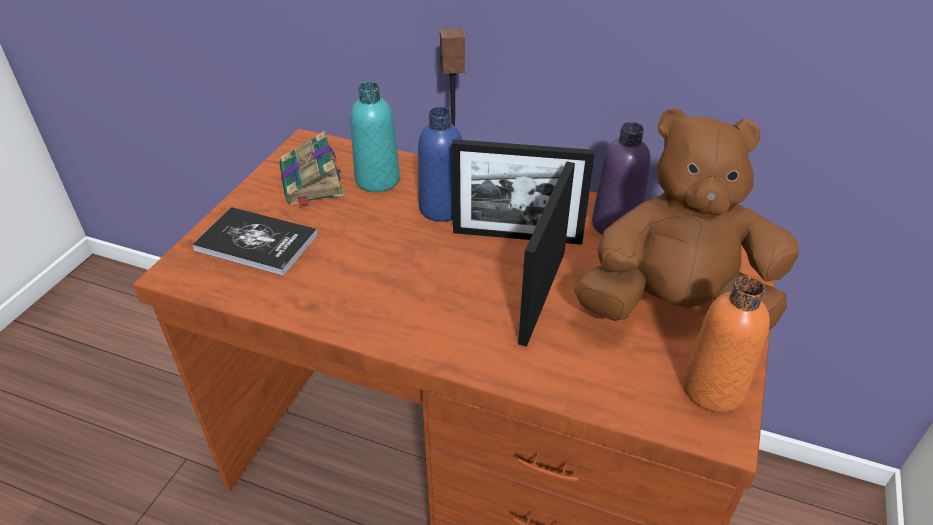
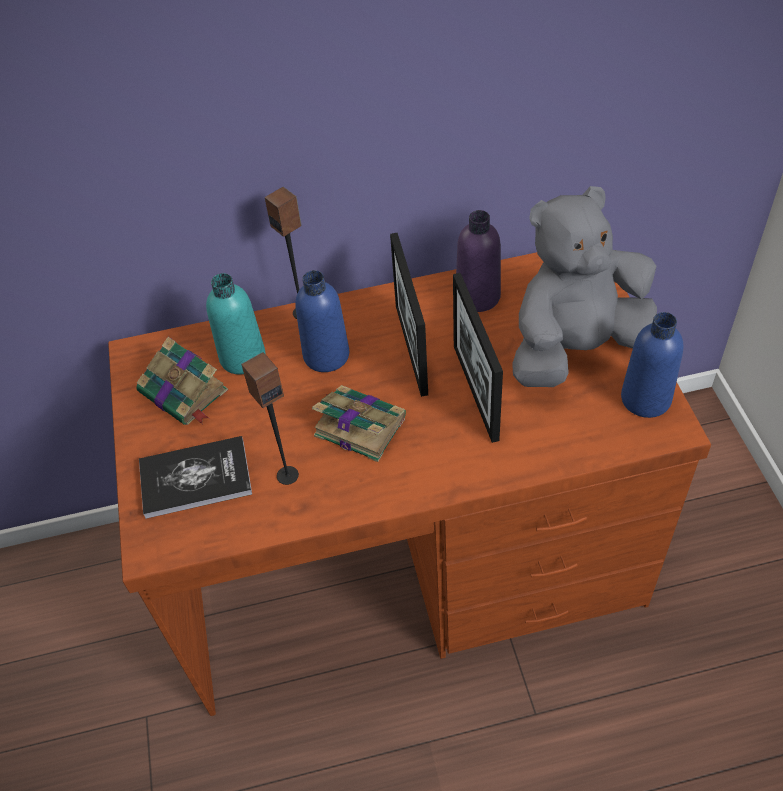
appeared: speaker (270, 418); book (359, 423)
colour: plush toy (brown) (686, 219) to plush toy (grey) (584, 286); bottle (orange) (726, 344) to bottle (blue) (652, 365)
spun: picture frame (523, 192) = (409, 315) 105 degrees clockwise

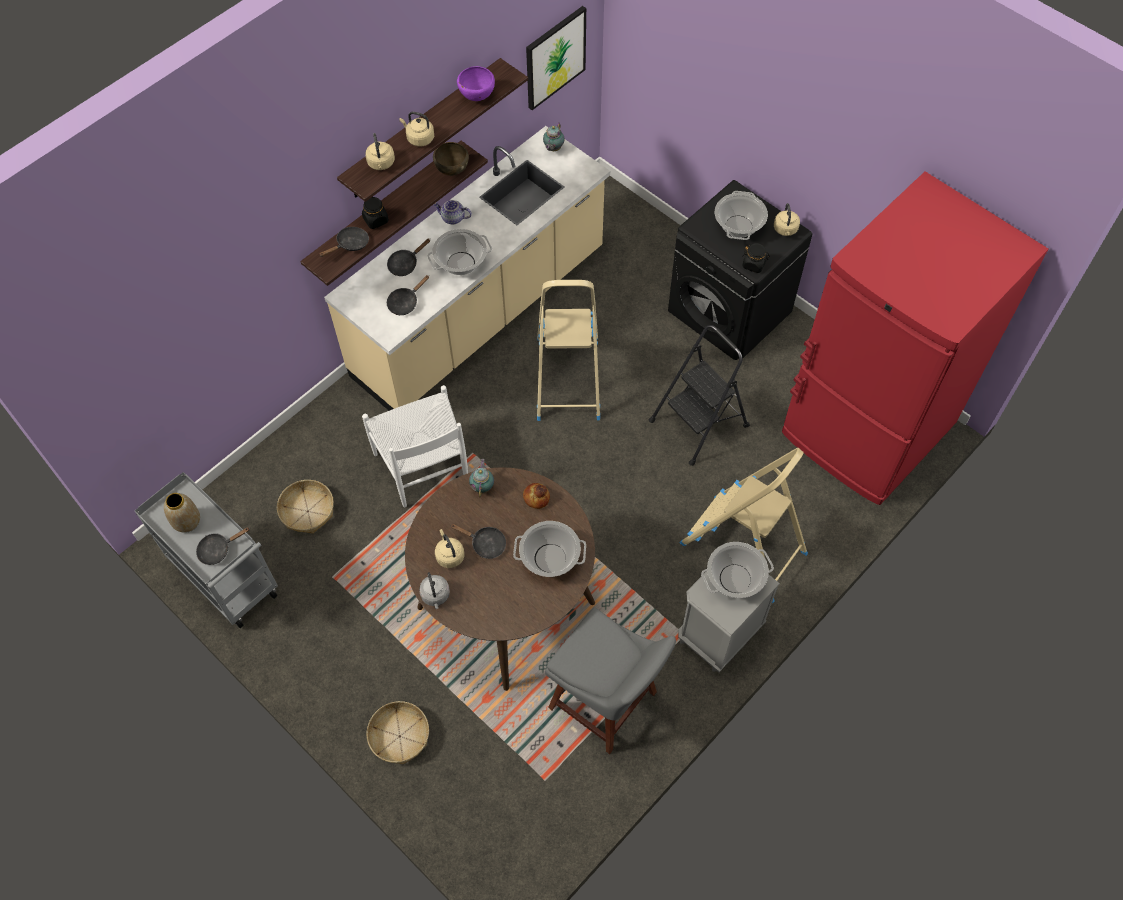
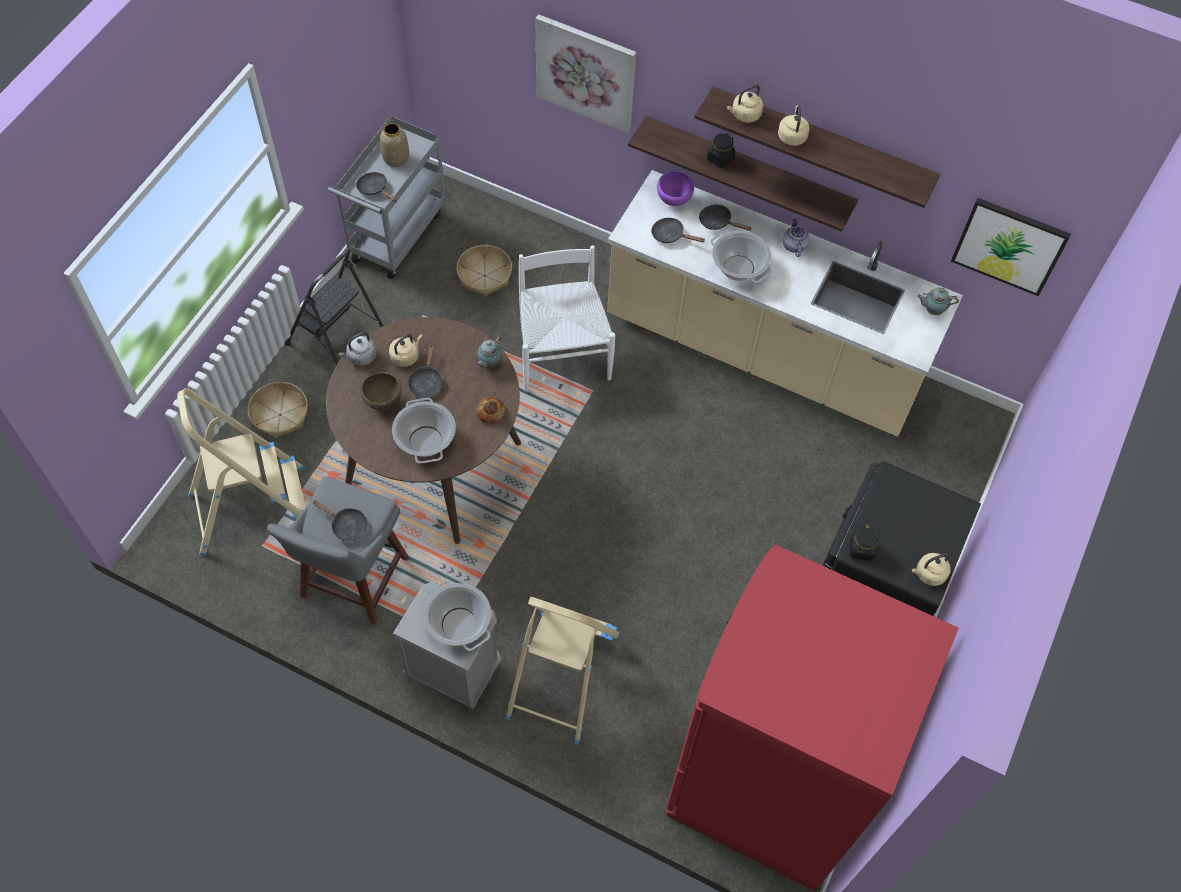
missing: cooking pot (741, 215)
appeared: picture (586, 73)
relocated: frying pan (black) (344, 242) to (340, 521); bowl (brown) (451, 159) to (381, 391); bowl (purple) (476, 83) to (675, 188); step ladder (beige) (568, 350) to (241, 472); step ladder (black) (699, 395) to (334, 307)
spun: chair (white) (415, 446) = (567, 318) 120 degrees clockwise; teapot (481, 478) = (489, 352) 135 degrees clockwise

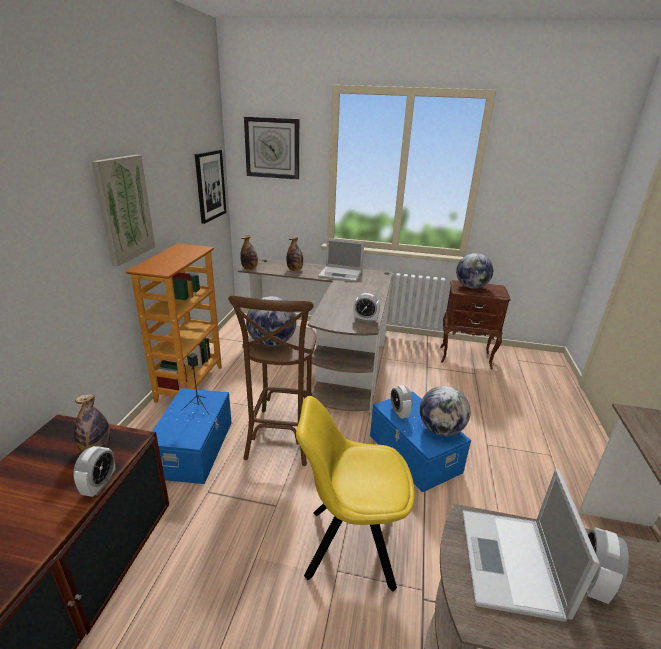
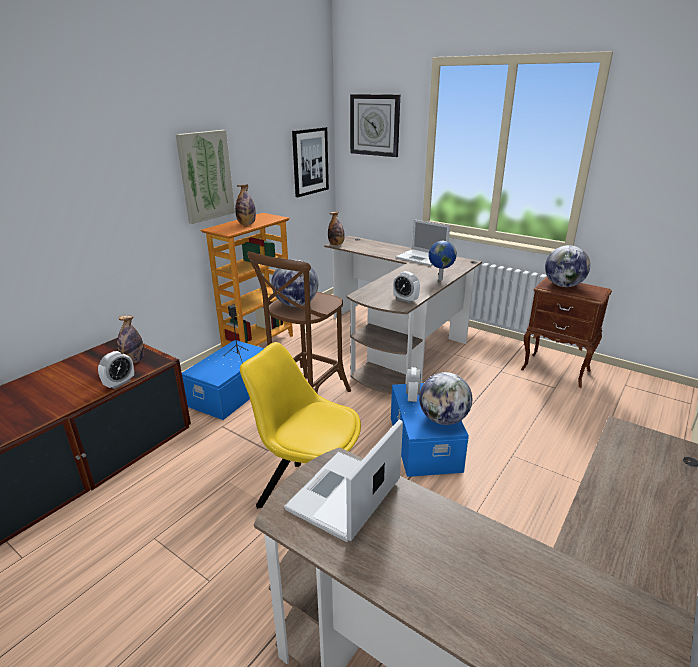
missing: alarm clock (607, 565)
appeared: globe (442, 261)
relocated: bottle (294, 254) to (245, 204)

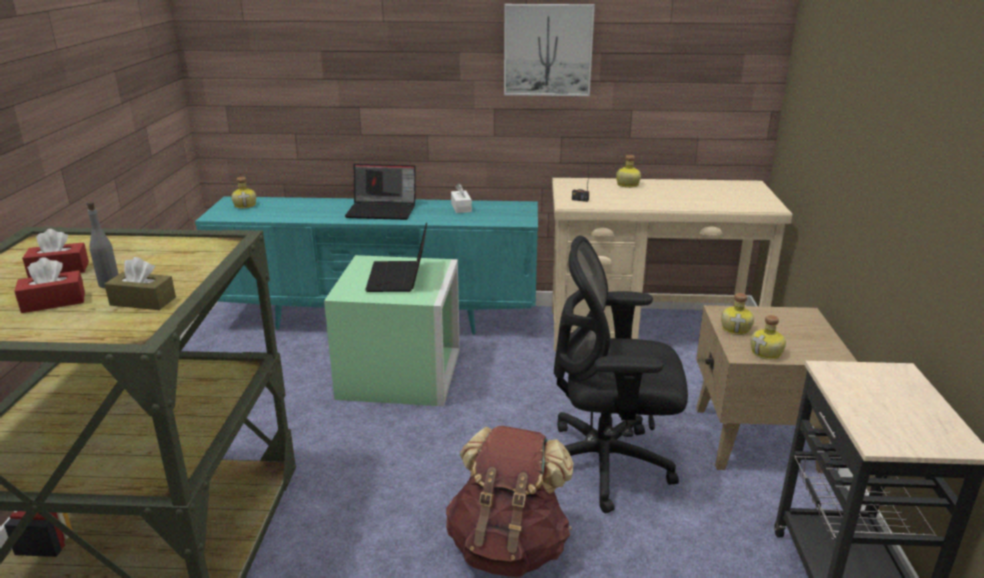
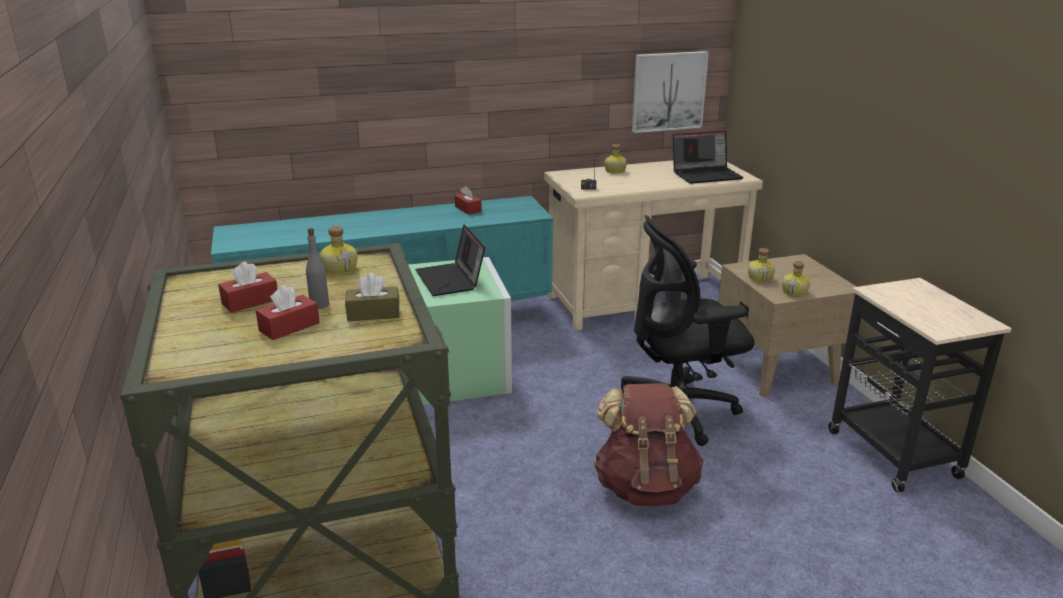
relocated: bottle (243, 192) to (338, 250); laptop (380, 192) to (708, 157); picture (549, 50) to (670, 92)
colour: tissue box (white) (461, 198) to tissue box (red) (468, 200)

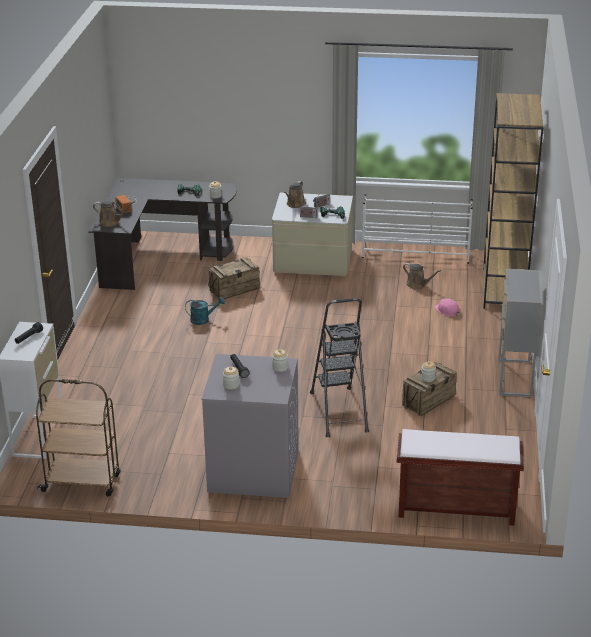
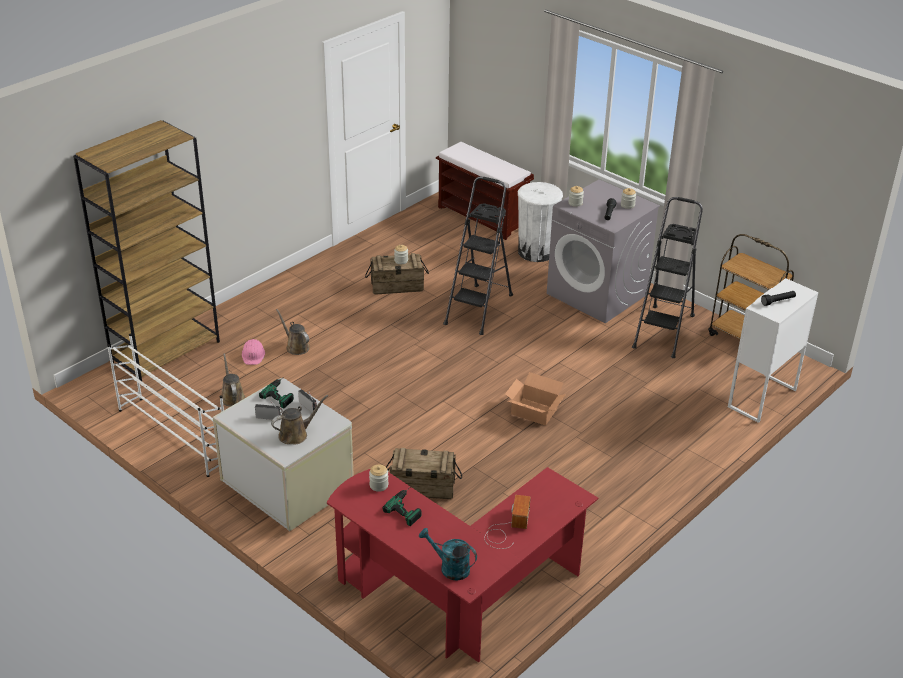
missing: cabinet (grey) (520, 333)
appeared: cardboard box (535, 399); trash can (white) (540, 222); step ladder (667, 277)
relocated: watering can (brown) (113, 214) to (293, 332); watering can (turquoise) (205, 311) to (448, 554)
colour: desk (black) (162, 234) to desk (red) (462, 565)

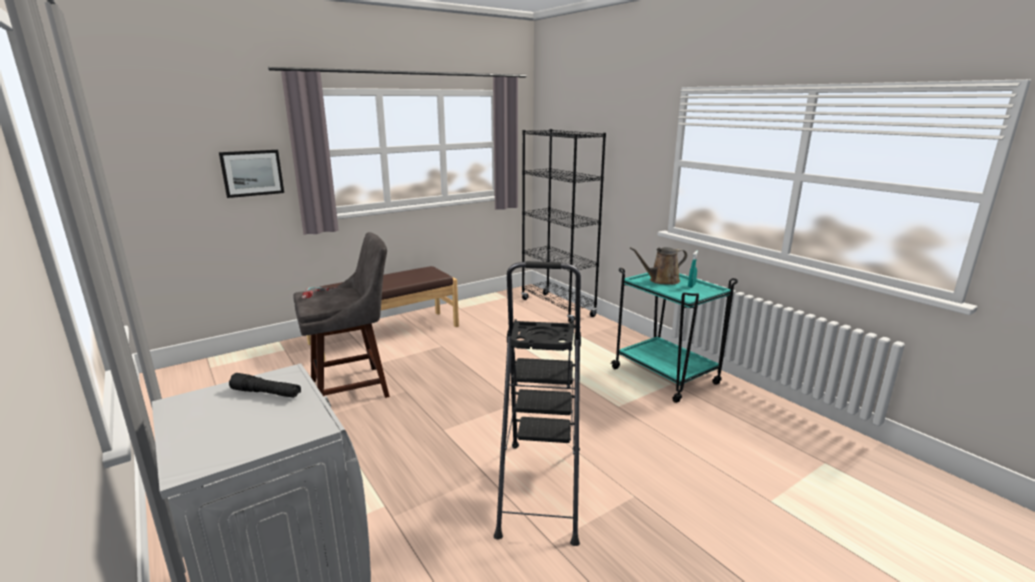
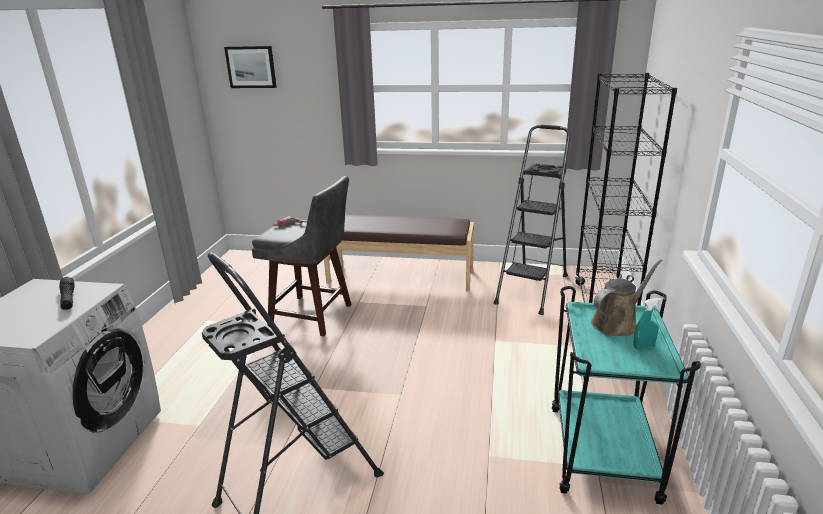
appeared: step ladder (531, 220)
relocated: picture (251, 174) to (250, 67)
spun: watering can (brown) (658, 266) = (626, 297) 120 degrees clockwise

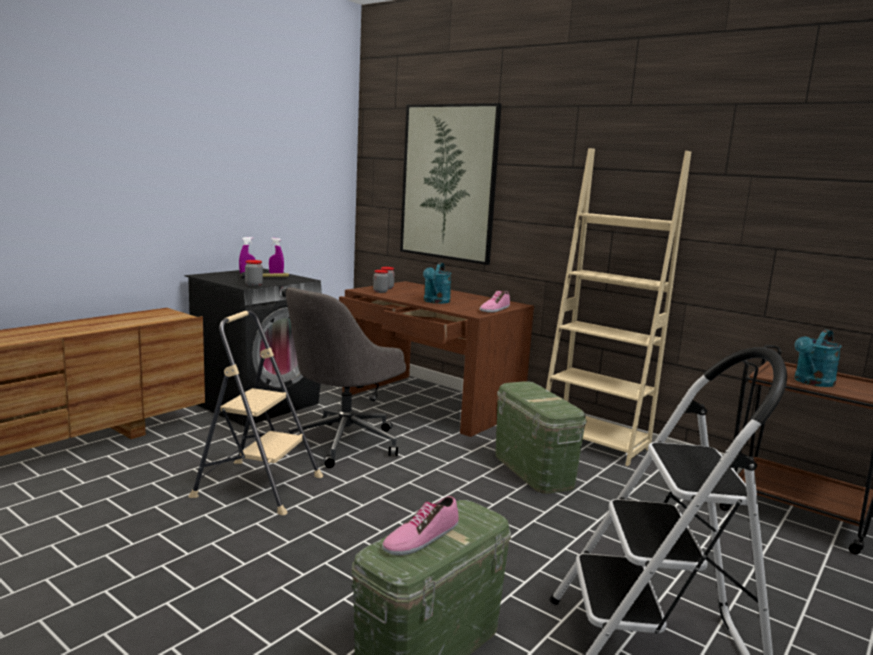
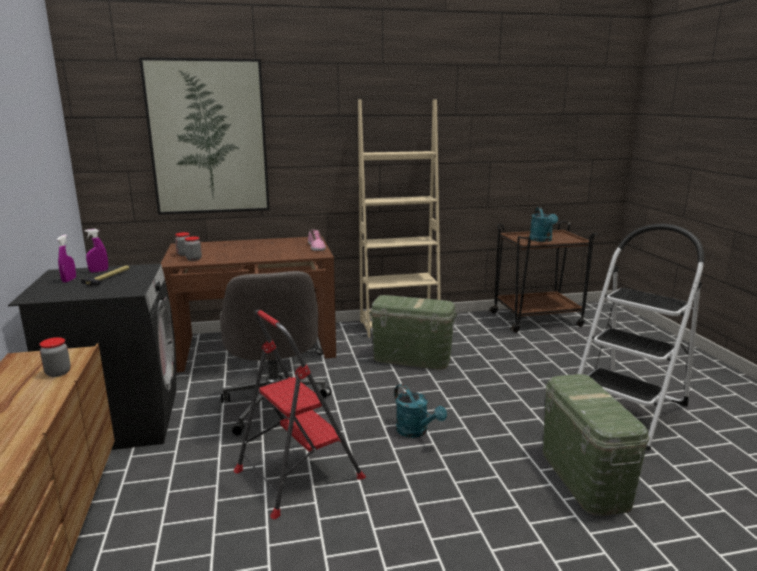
missing: shoe (420, 526)
relocated: jar (254, 273) to (55, 357); watering can (turquoise) (437, 283) to (420, 411)
colour: step ladder (beige) (255, 413) to step ladder (red) (300, 414)

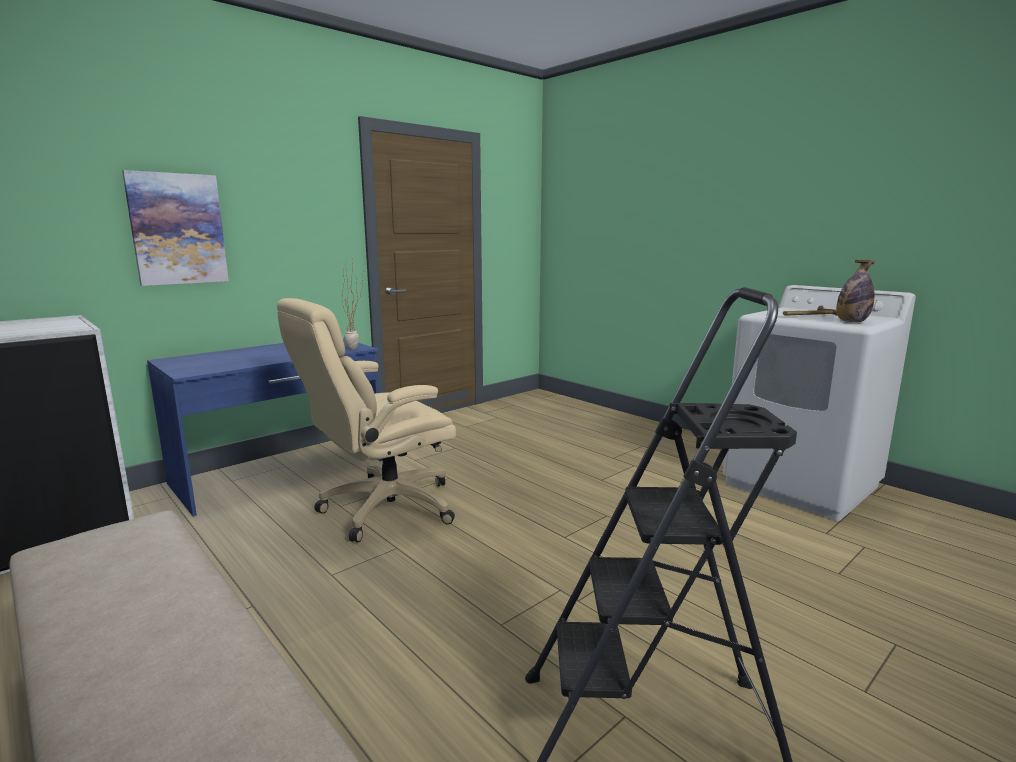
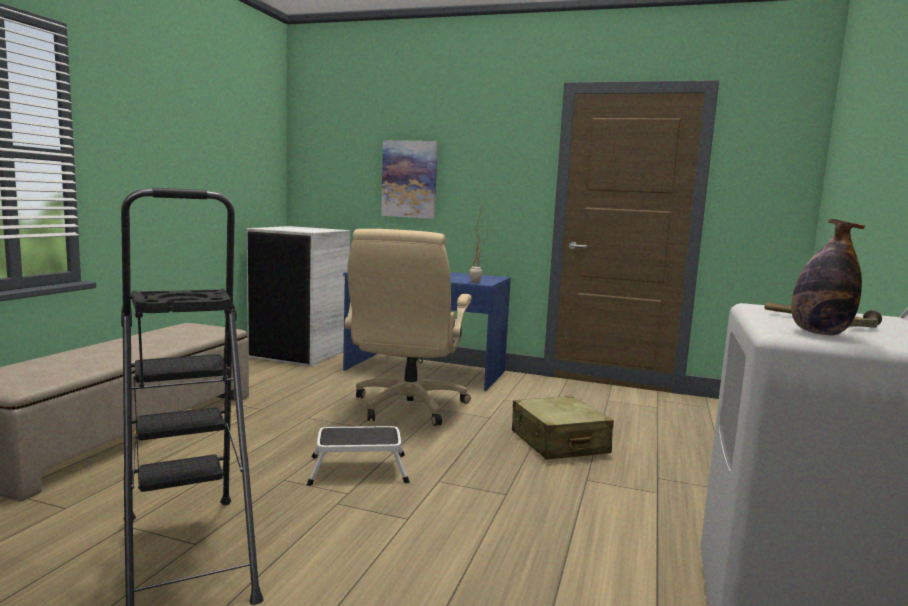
appeared: step ladder (black) (358, 456); suitcase (beige) (563, 428)
spun: office chair (beige) (366, 420) = (408, 327) 105 degrees counterclockwise

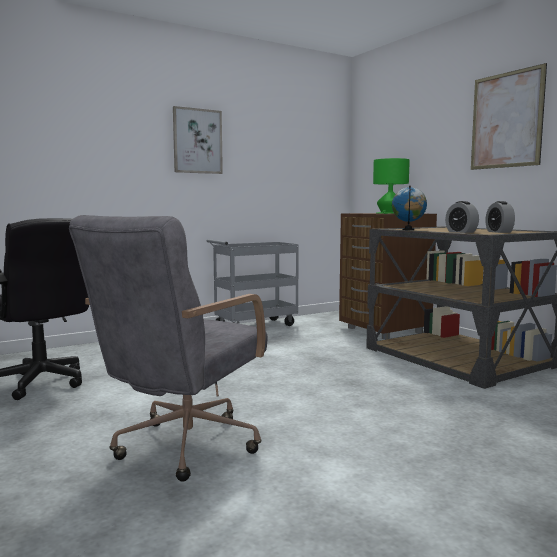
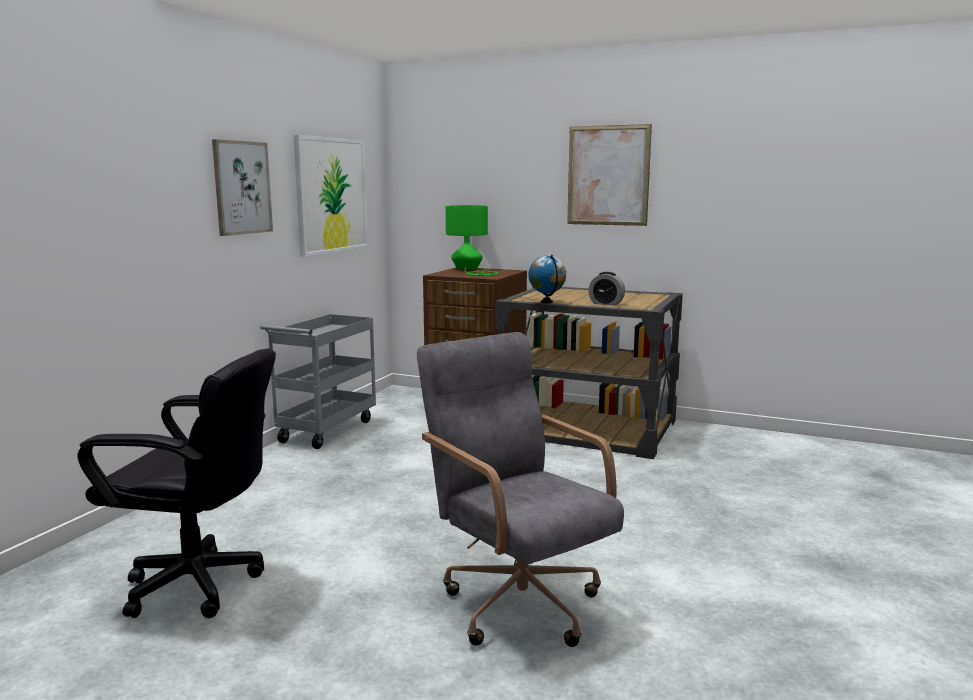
missing: alarm clock (500, 217)
appeared: picture (331, 196)
spun: office chair (grey) (168, 348) = (520, 489) 150 degrees clockwise

